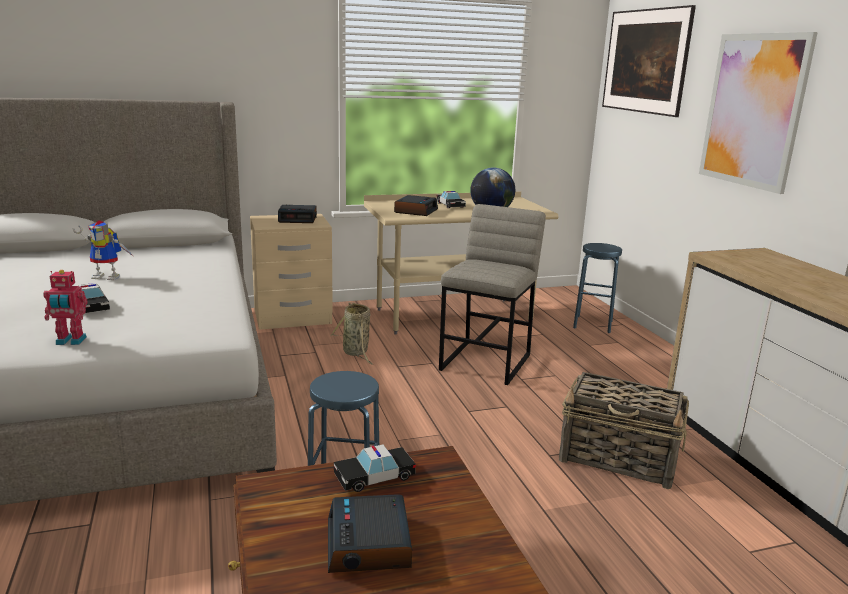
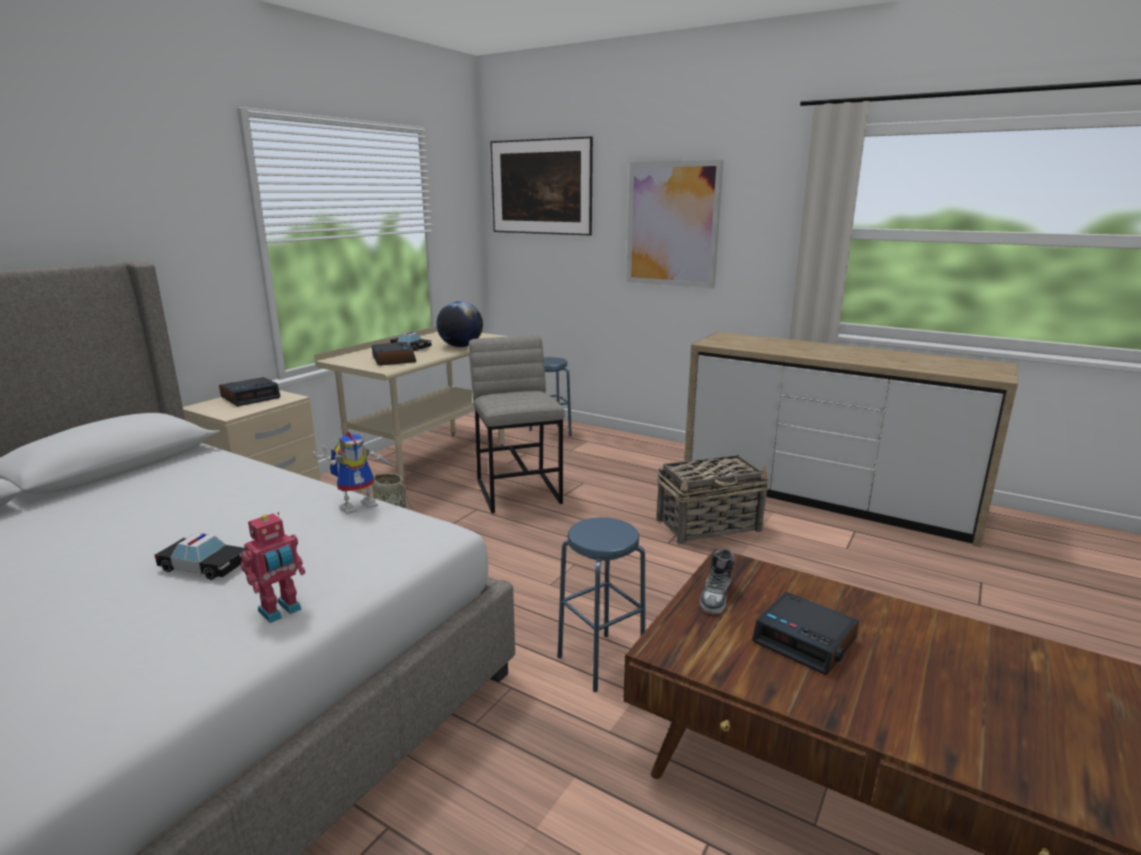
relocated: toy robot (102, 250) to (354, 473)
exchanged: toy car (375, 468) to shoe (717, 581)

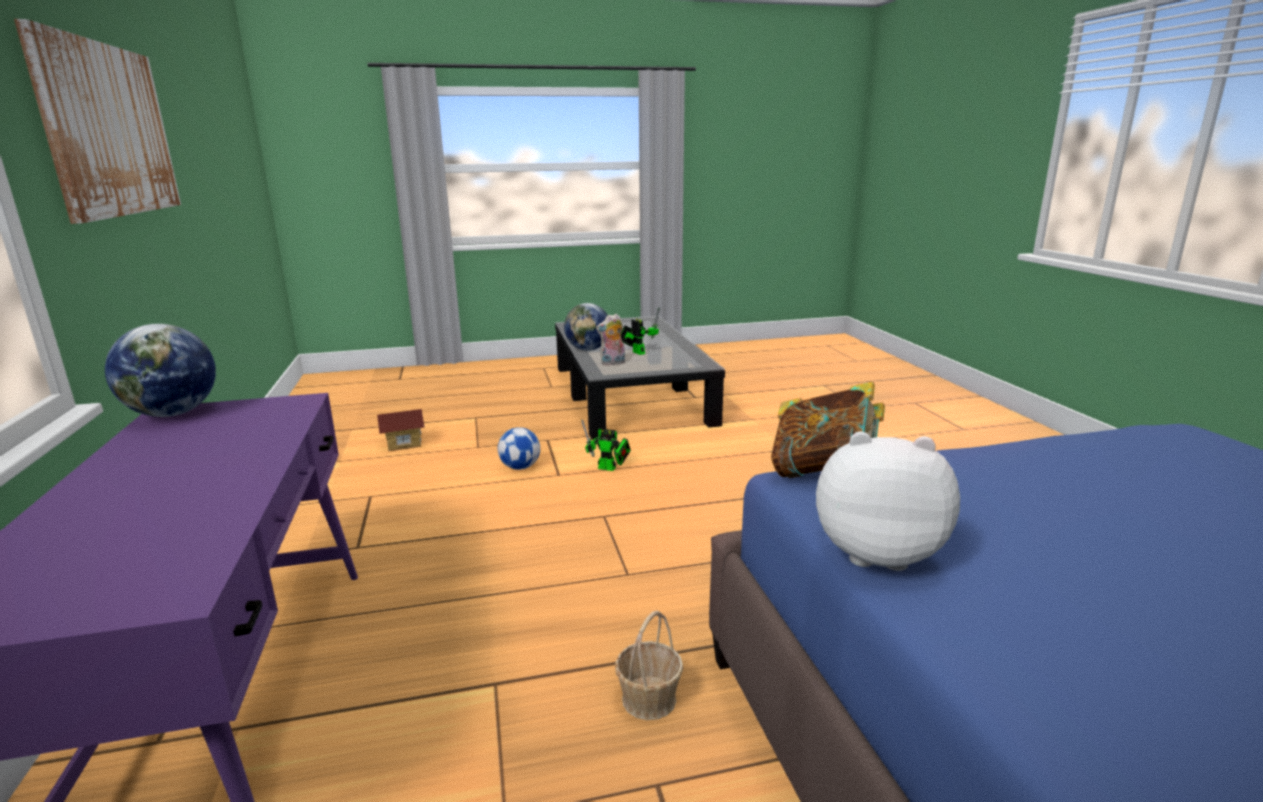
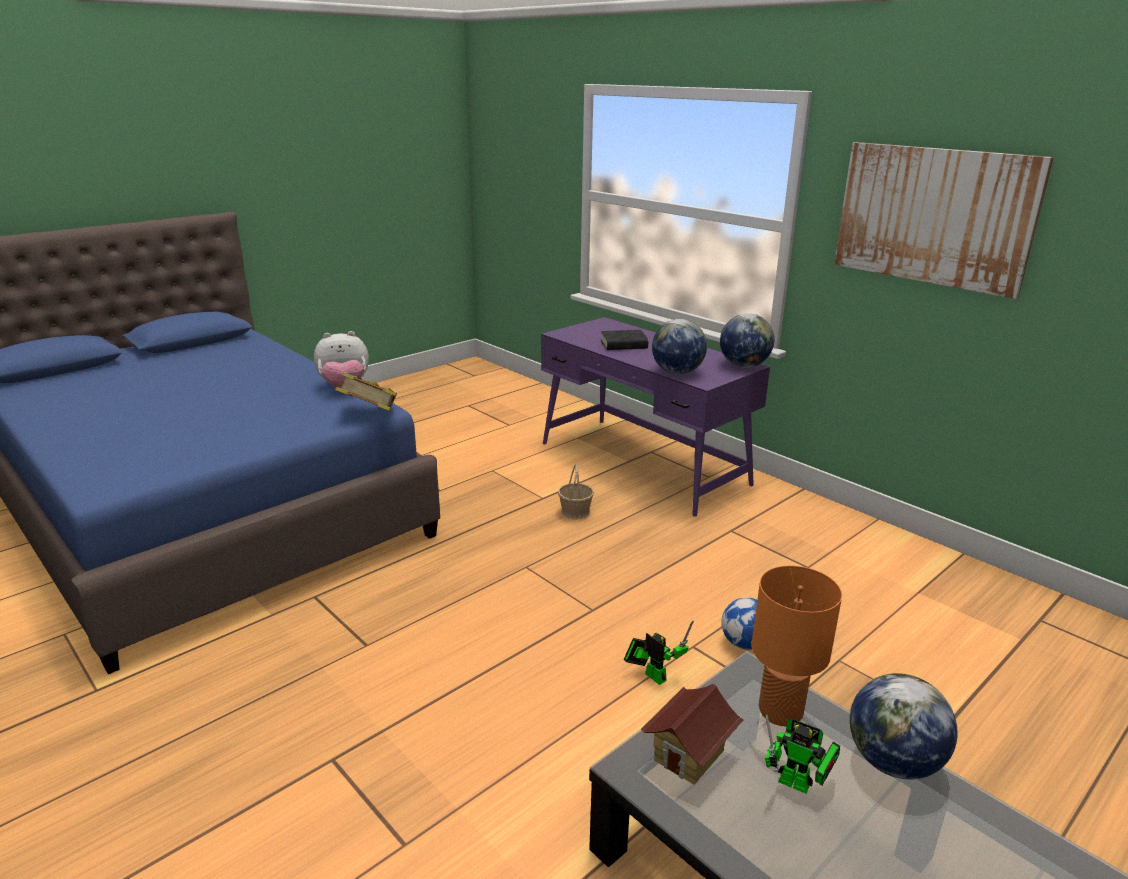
appeared: book (black) (624, 340); globe (679, 347)
relocated: toy house (401, 430) to (692, 734); basket (649, 665) to (576, 491)
exchanged: plush toy (610, 339) to table lamp (orange) (797, 646)
spun: toy robot (606, 445) = (659, 653) 60 degrees clockwise

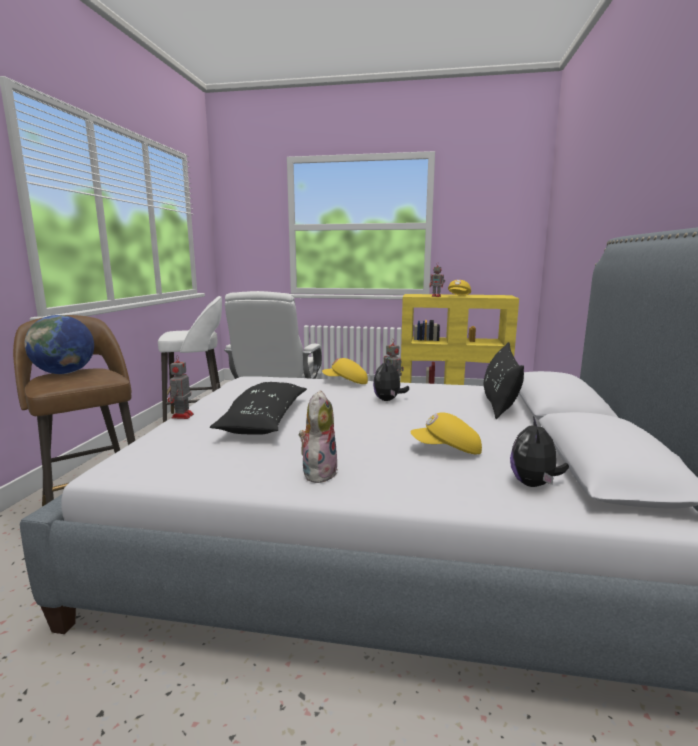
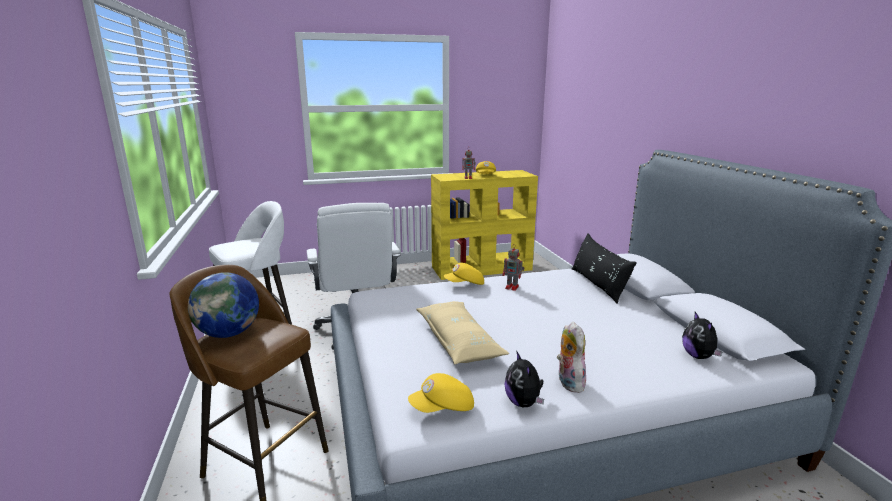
missing: toy robot (181, 387)
relocated: plush toy (391, 379) to (524, 379); cap (yellow) (446, 433) to (441, 393)
colour: pillow (black) (258, 408) to pillow (beige) (462, 332)

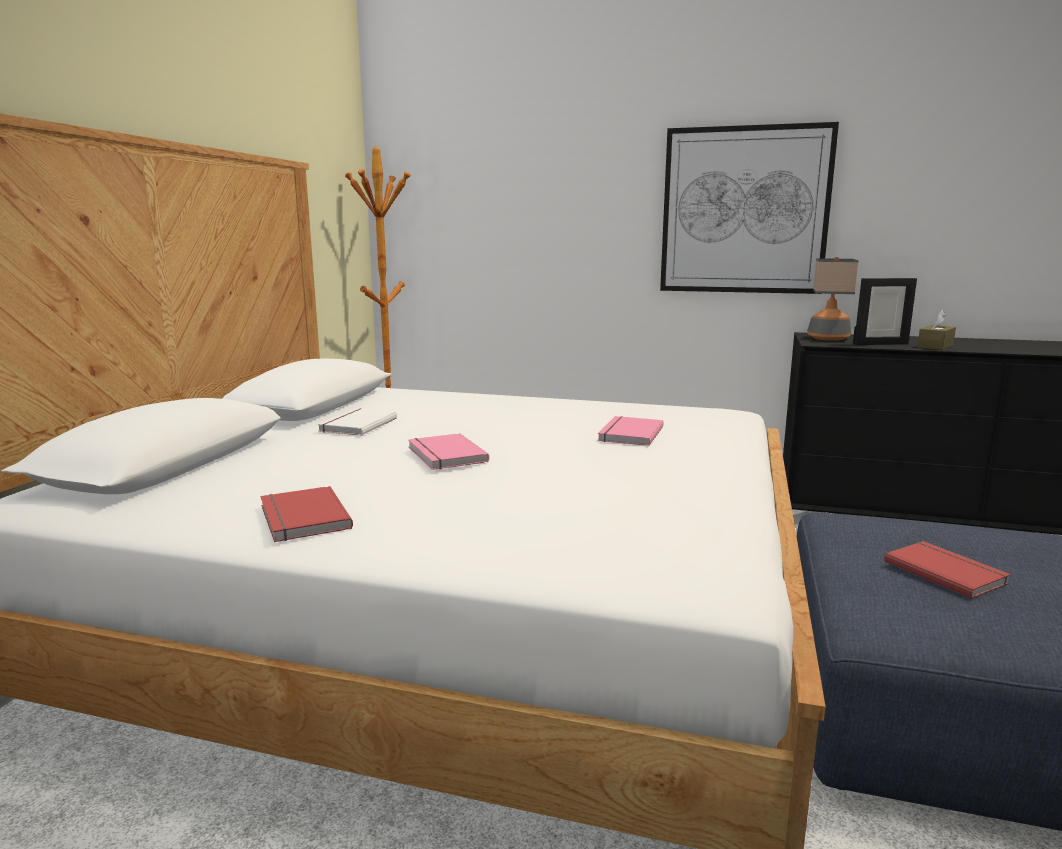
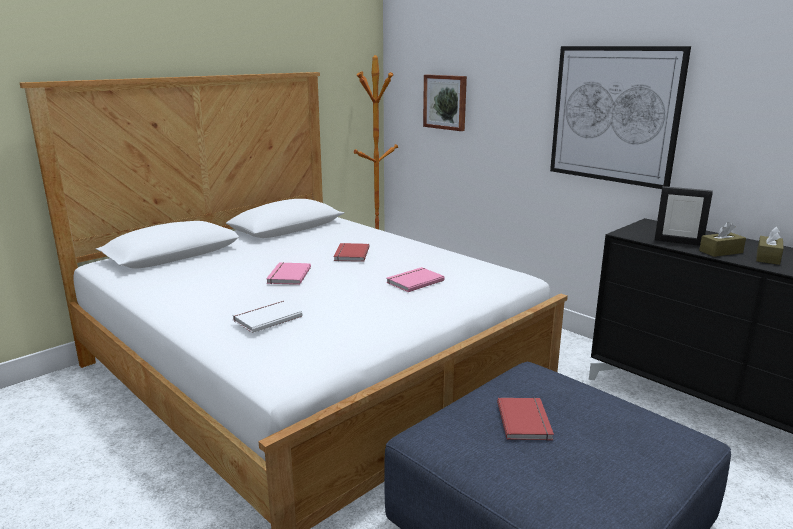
missing: table lamp (833, 299)
appeared: picture (445, 102); tissue box (brown) (770, 246)
relocated: book (red) (306, 514) to (352, 252); book (white) (357, 422) to (267, 316)

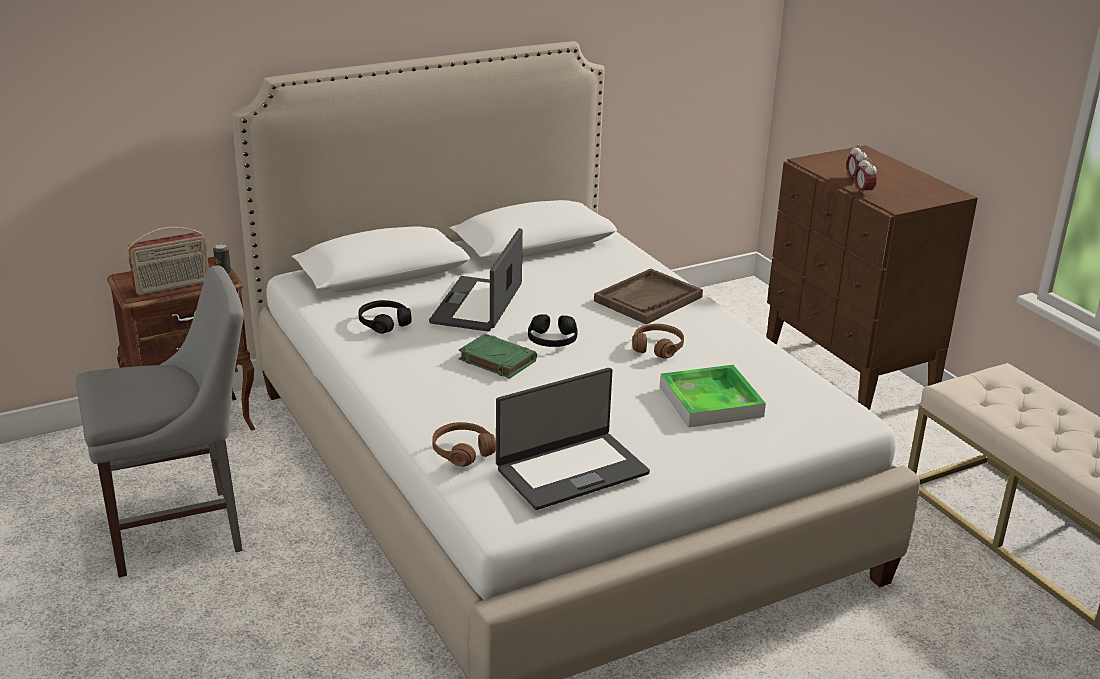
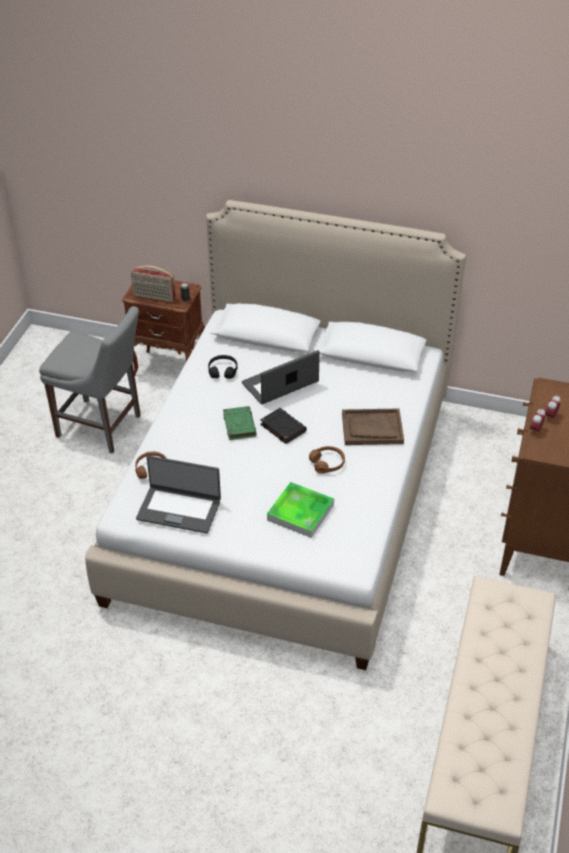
exchanged: headphones (black) (552, 330) to book (black) (283, 426)

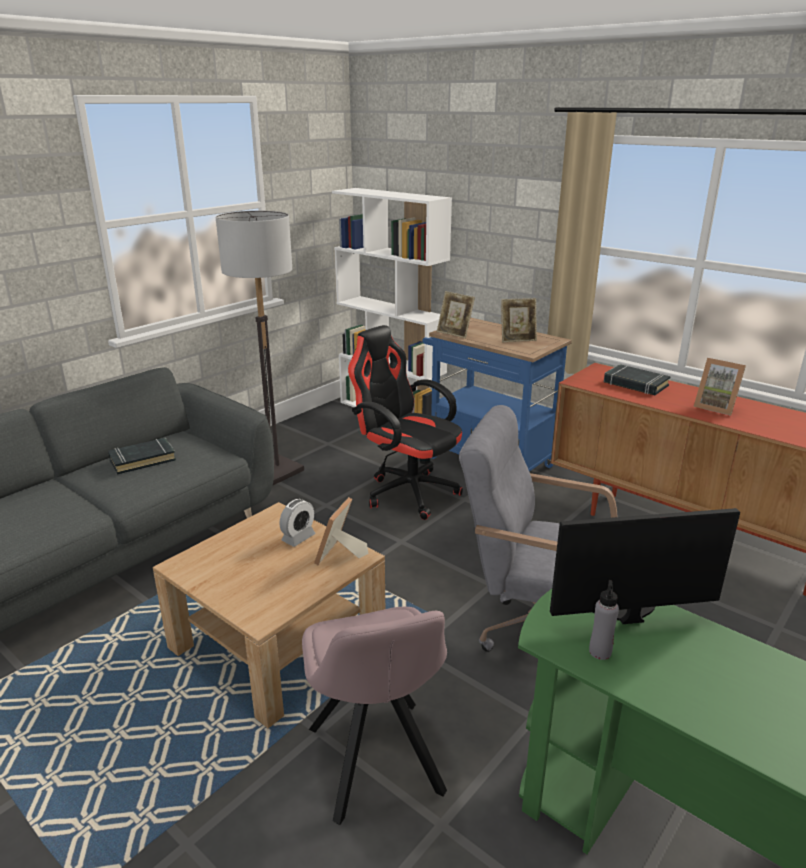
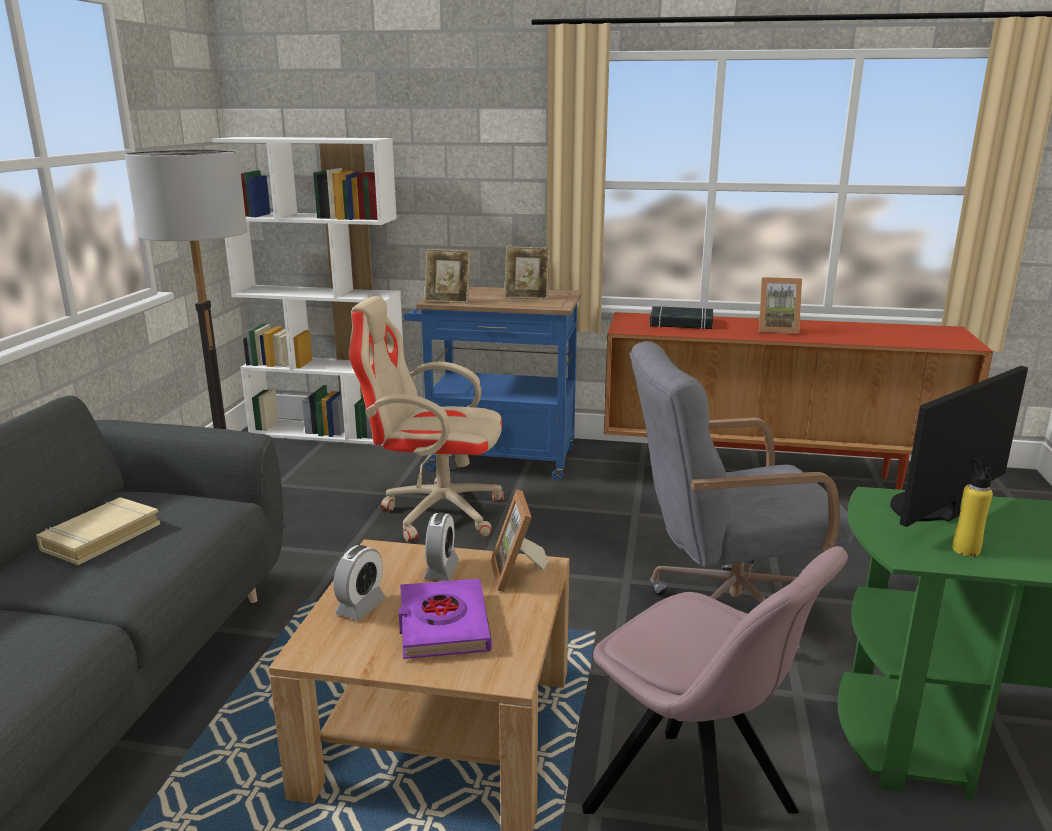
appeared: alarm clock (359, 583); book (purple) (445, 619)
colour: book (black) (142, 456) to book (beige) (98, 531); office chair (black) (405, 422) to office chair (beige) (426, 419); bottle (grey) (604, 620) to bottle (yellow) (972, 508)
spun: picture frame (519, 320) = (527, 273) 45 degrees clockwise

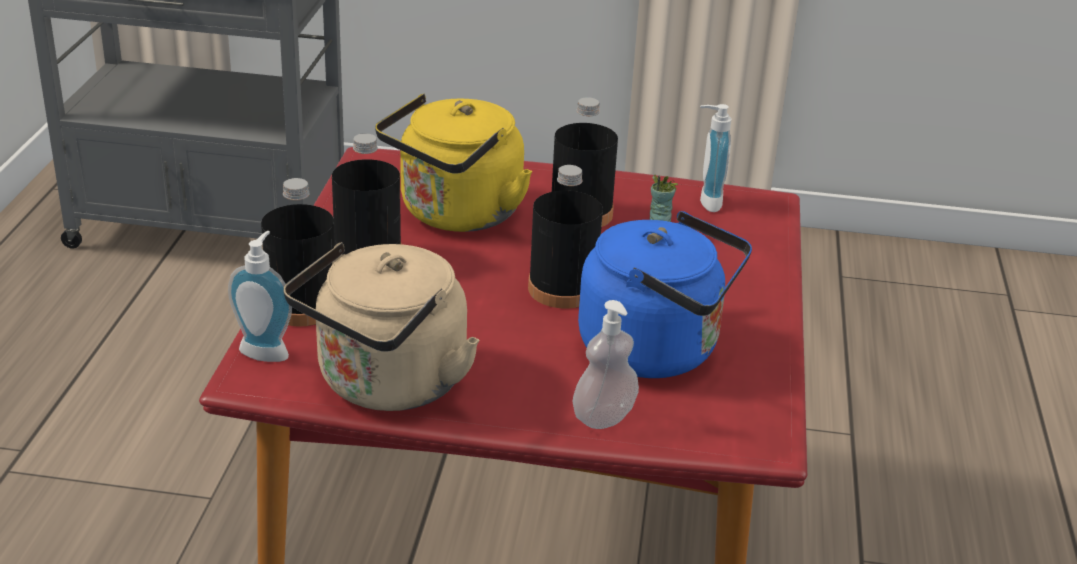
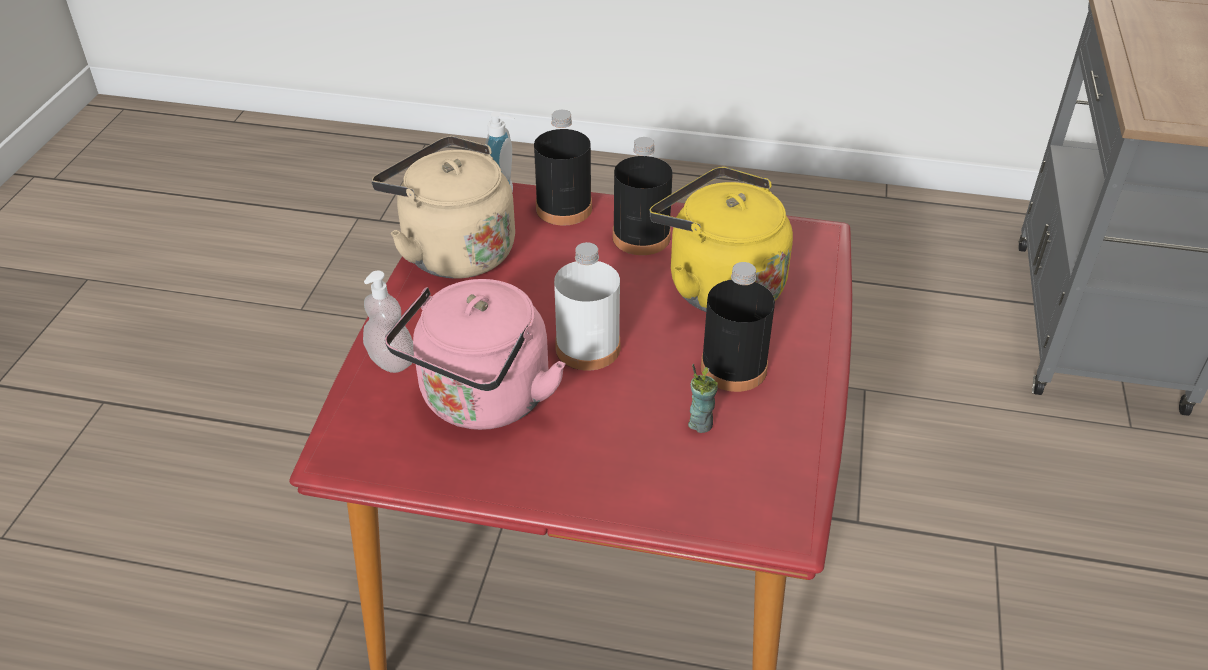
missing: soap dispenser (715, 158)
colour: bottle (black) (565, 236) to bottle (white) (587, 306); kettle (blue) (665, 294) to kettle (pink) (475, 354)

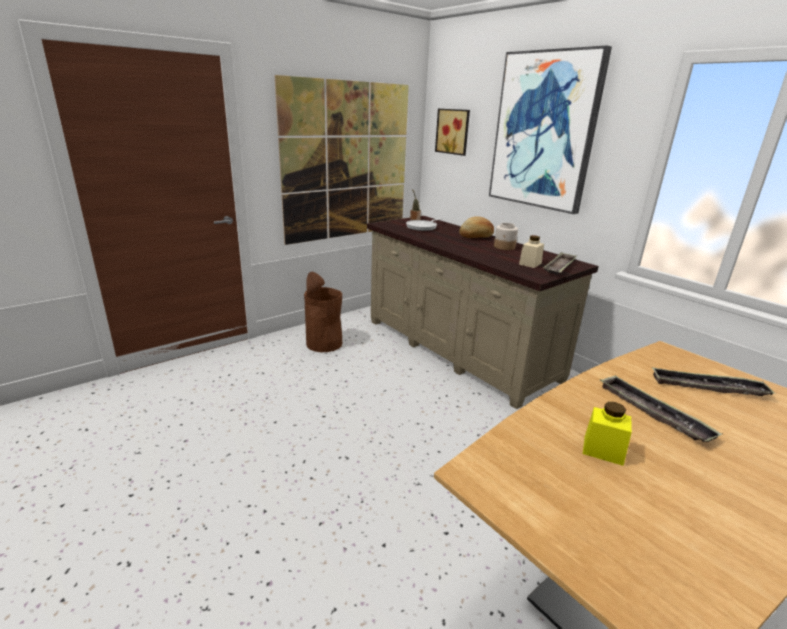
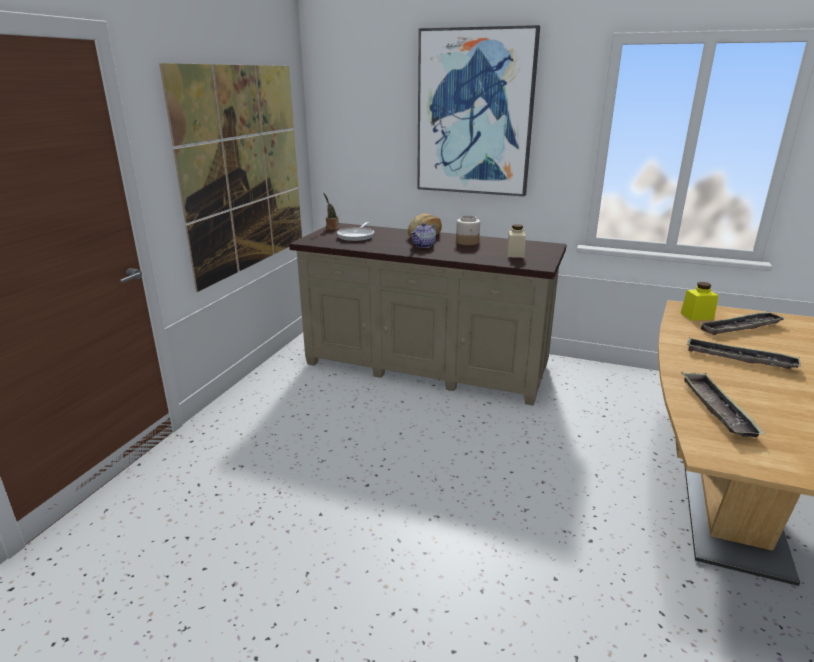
missing: trash can (brown) (323, 312); picture (452, 132)
appeared: teapot (423, 235)
relocated: tray (560, 263) to (723, 404); jar (yellow) (607, 434) to (699, 301)

